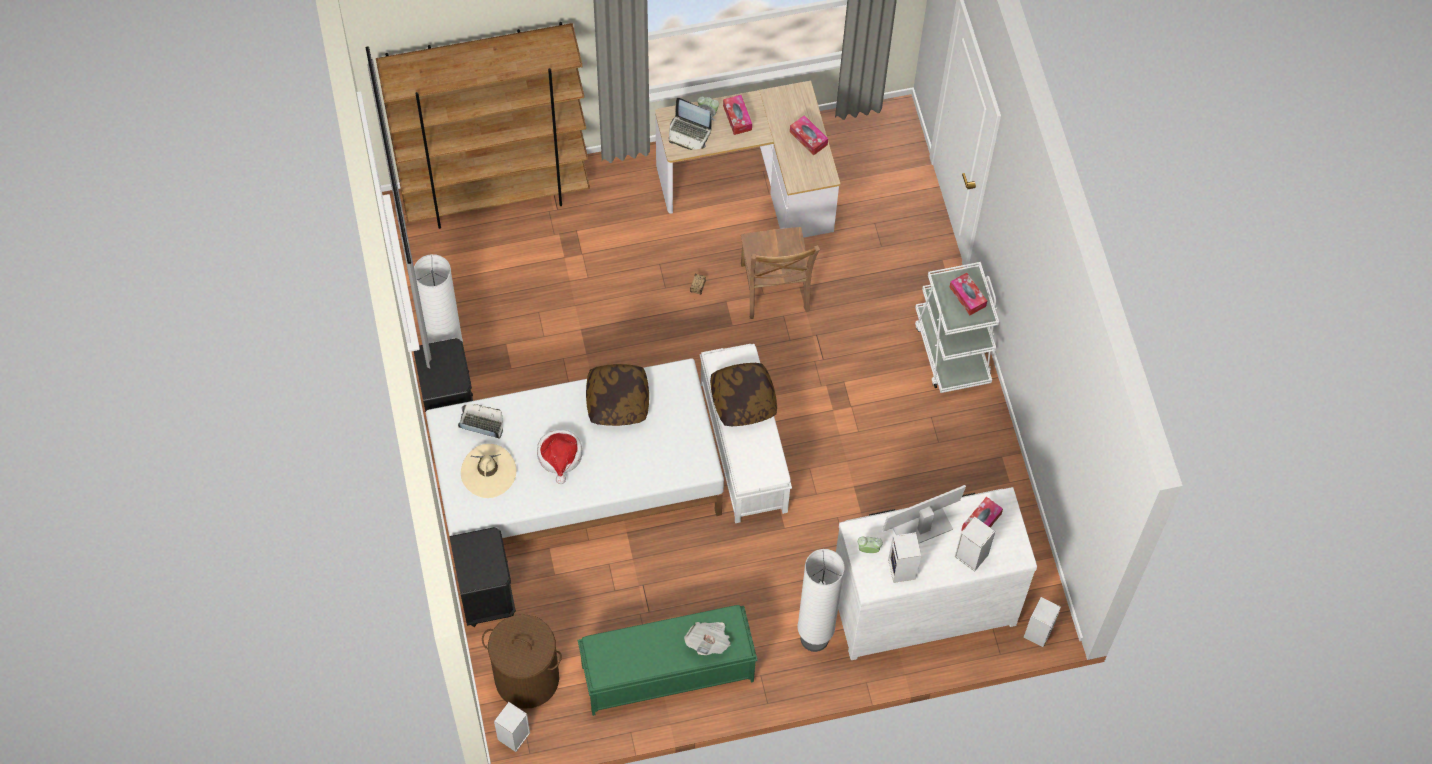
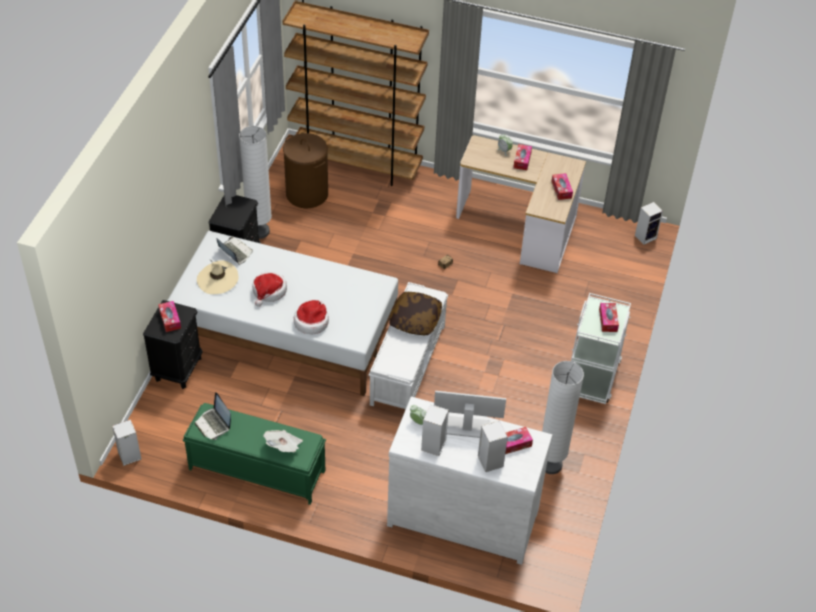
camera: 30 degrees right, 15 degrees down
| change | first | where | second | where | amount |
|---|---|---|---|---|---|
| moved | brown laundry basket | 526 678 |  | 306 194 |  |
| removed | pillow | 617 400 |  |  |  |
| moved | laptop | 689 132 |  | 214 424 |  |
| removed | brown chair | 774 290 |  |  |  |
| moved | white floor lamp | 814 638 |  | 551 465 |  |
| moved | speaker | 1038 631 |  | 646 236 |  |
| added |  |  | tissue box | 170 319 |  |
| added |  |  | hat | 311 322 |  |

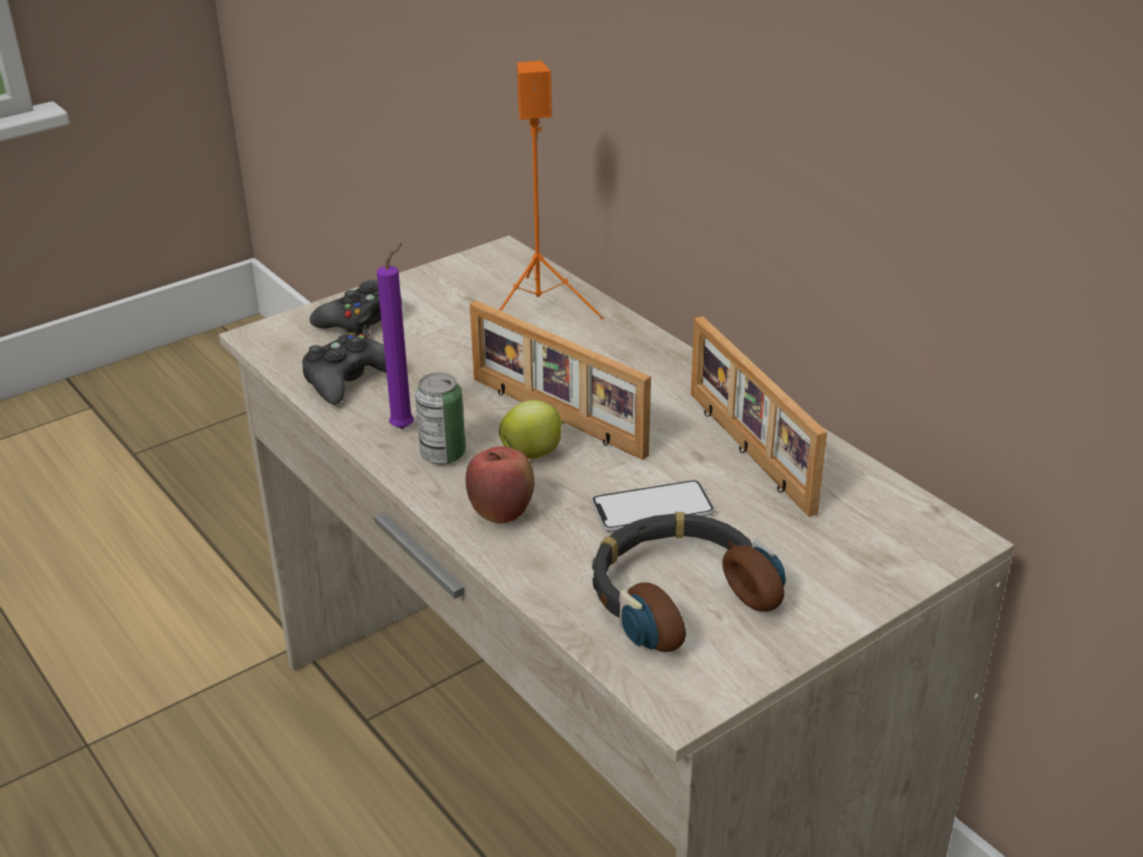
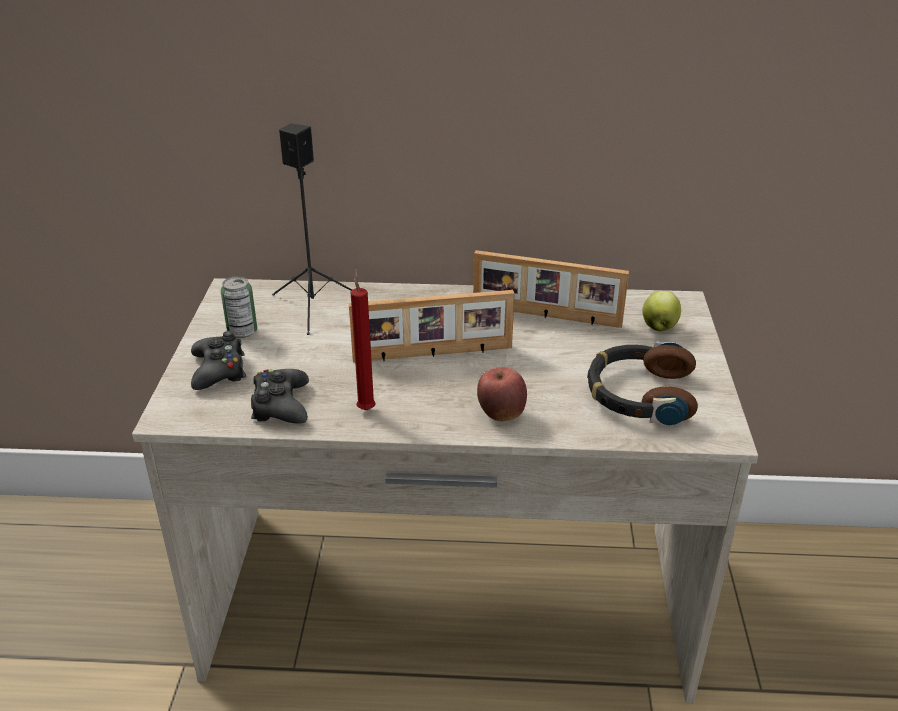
camera: 50 degrees left, 0 degrees up
| change | first | where | second | where | amount |
|---|---|---|---|---|---|
| recoloured | purple candle | 405 427 | red candle | 366 408 |  |
| moved | can | 443 454 |  | 242 332 |  |
| recoloured | orange speaker | 540 308 | black speaker | 314 306 |  |
| moved | apple | 533 453 |  | 659 327 |  |
| removed | phone | 652 508 |  |  |  |

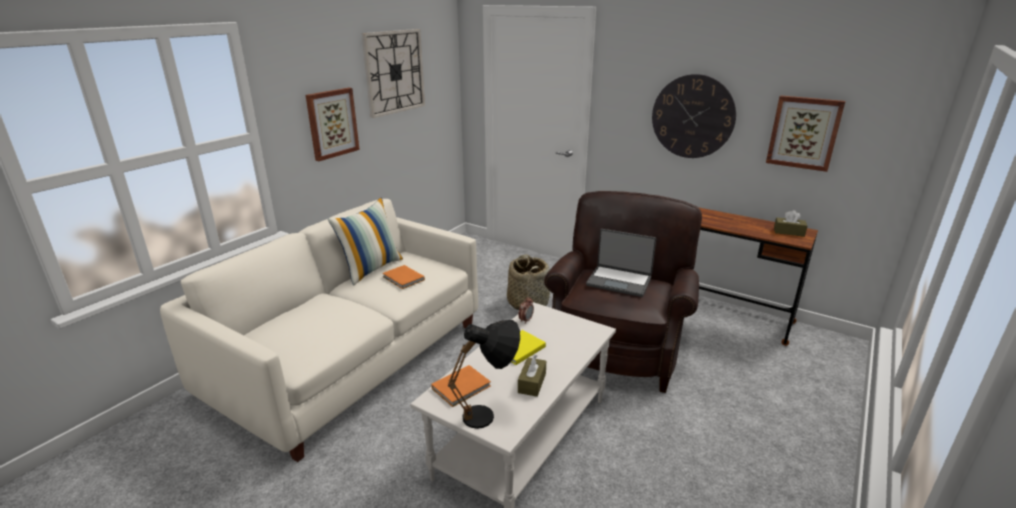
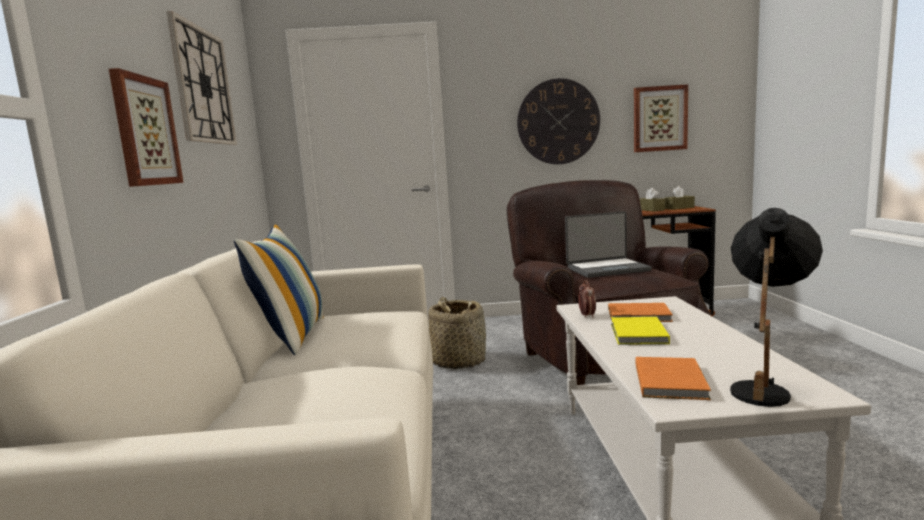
camera: 35 degrees left, 15 degrees down
| change | first | where | second | where | amount |
|---|---|---|---|---|---|
| moved | orange book | 403 279 |  | 640 316 |  |
| moved | brown tissue box | 532 383 |  | 650 210 |  |

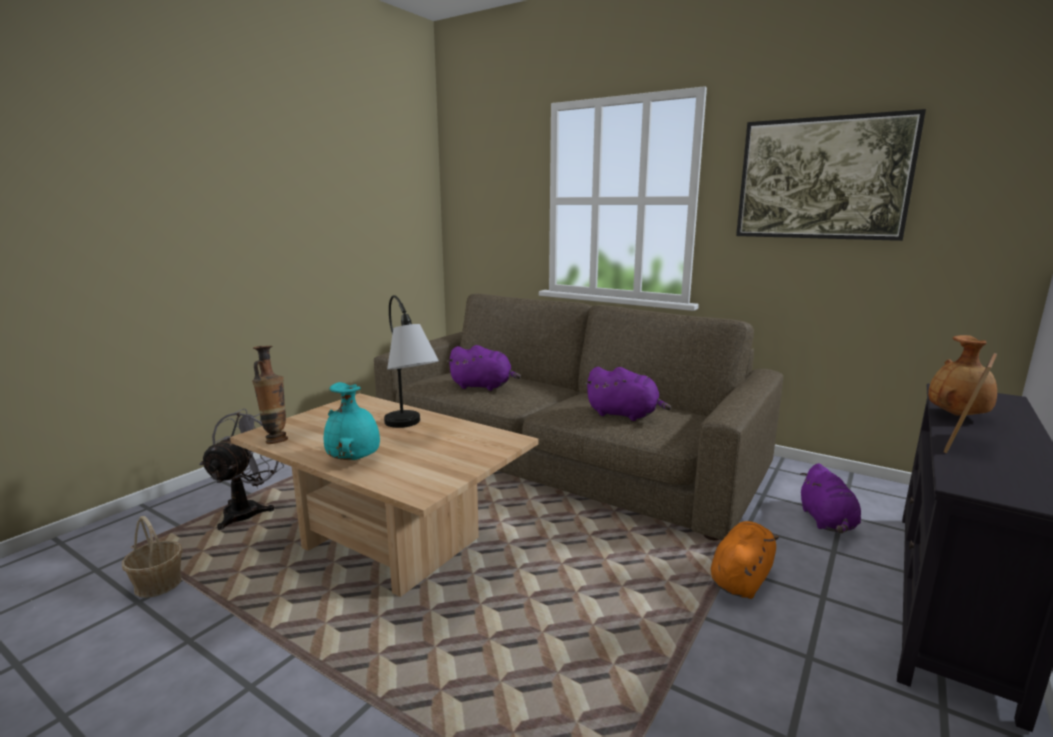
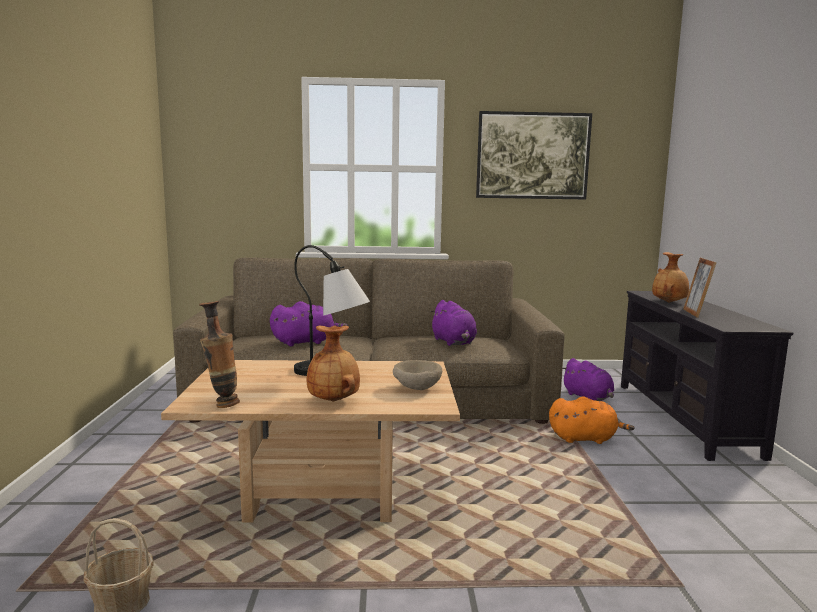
camera: 35 degrees left, 5 degrees down
| change | first | where | second | where | amount |
|---|---|---|---|---|---|
| removed | grey fan | 248 510 |  |  |  |
| recoloured | turquoise vase | 355 459 | brown vase | 334 400 |  |
| turned | purple plush toy | 625 415 |  | 454 342 | 75 degrees clockwise |
| turned | orange plush toy | 741 578 |  | 585 439 | 90 degrees clockwise |
| added |  |  | beige bowl | 416 388 |  |

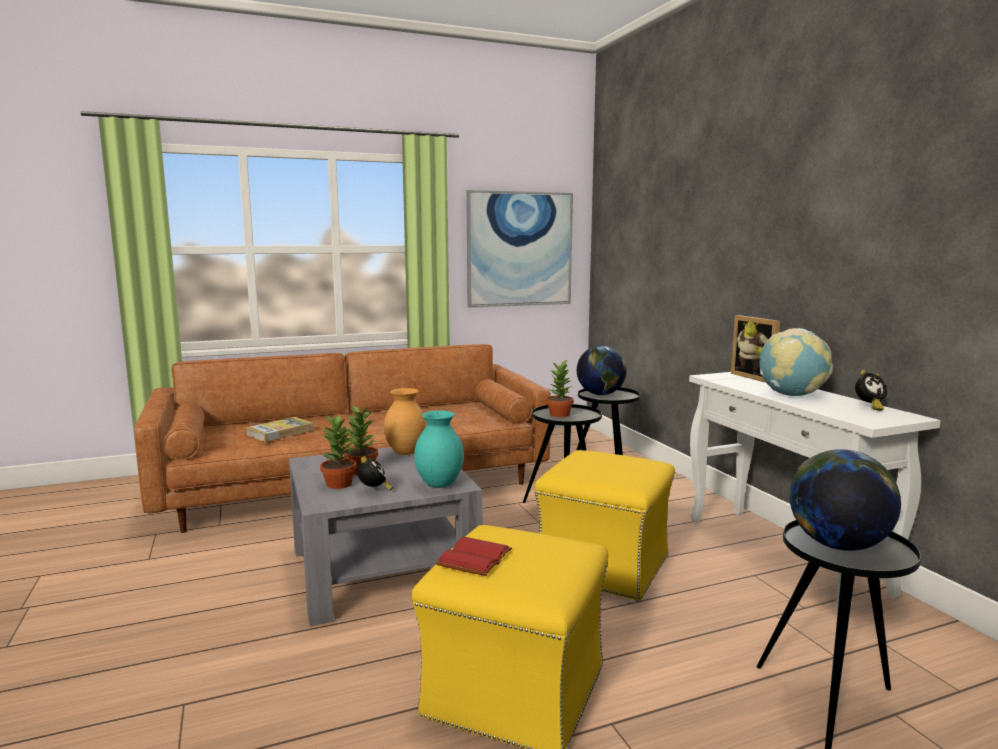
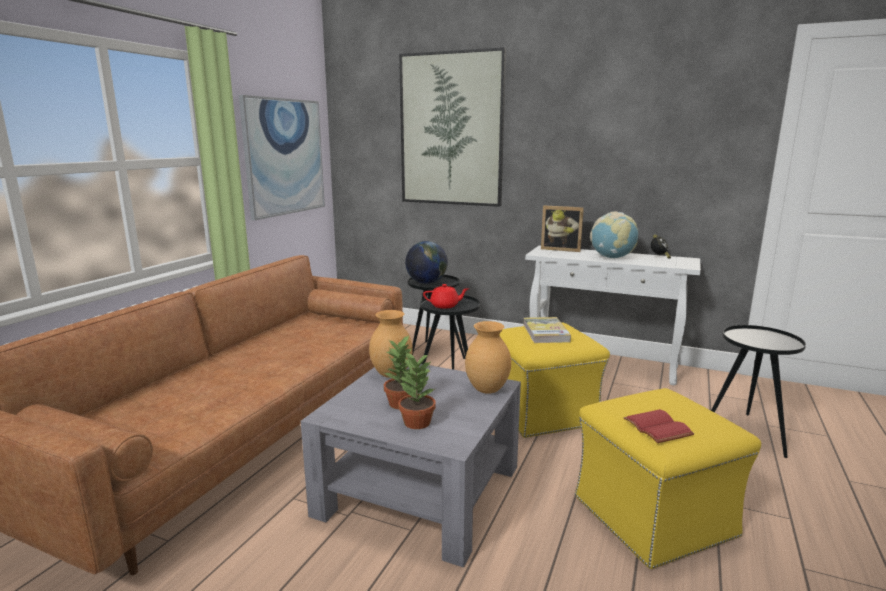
camera: 45 degrees left, 5 degrees up
| change | first | where | second | where | amount |
|---|---|---|---|---|---|
| moved | book | 280 432 |  | 545 333 |  |
| removed | alarm clock | 374 491 |  |  |  |
| recoloured | turquoise vase | 438 485 | brown vase | 487 390 |  |
| replaced | potted plant | 560 414 | red teapot | 445 305 |  |
| removed | globe | 838 545 |  |  |  |
| added |  |  | picture | 451 130 |  |

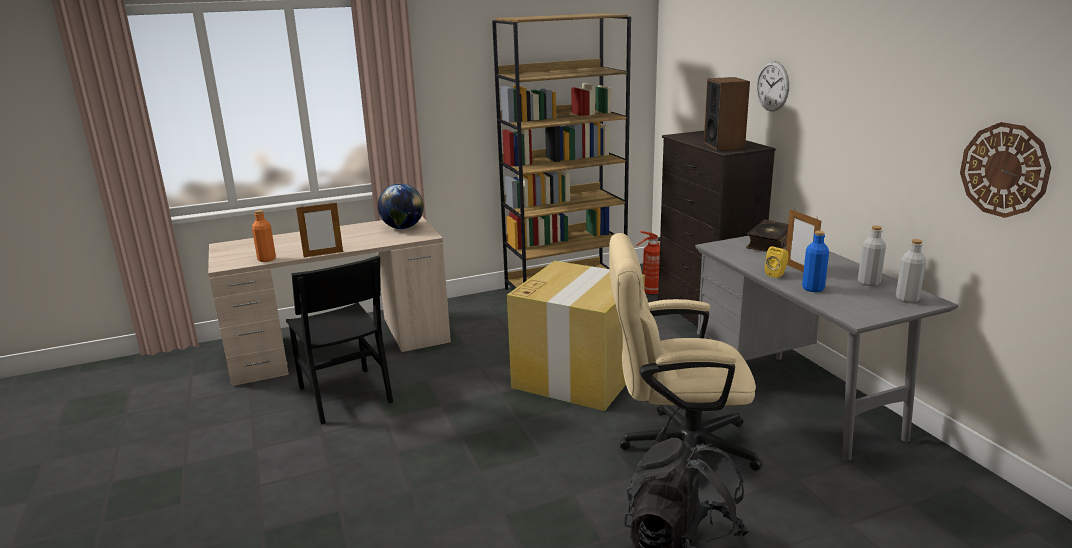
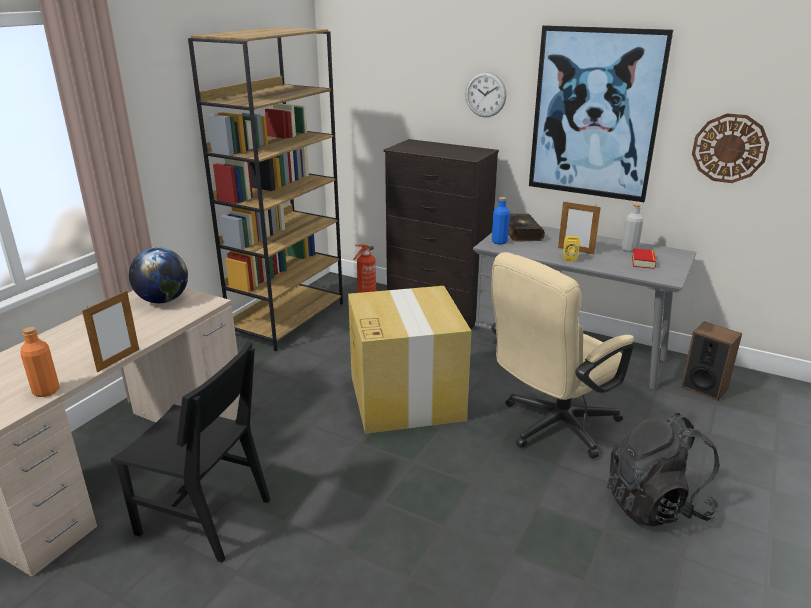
camera: 40 degrees left, 5 degrees up
| change | first | where | second | where | amount |
|---|---|---|---|---|---|
| moved | speaker | 724 146 |  | 704 387 |  |
| moved | blue bottle | 813 288 |  | 499 242 |  |
| removed | grey bottle | 907 299 |  |  |  |
| added |  |  | picture | 595 114 |  |
| added |  |  | book | 643 262 |  |

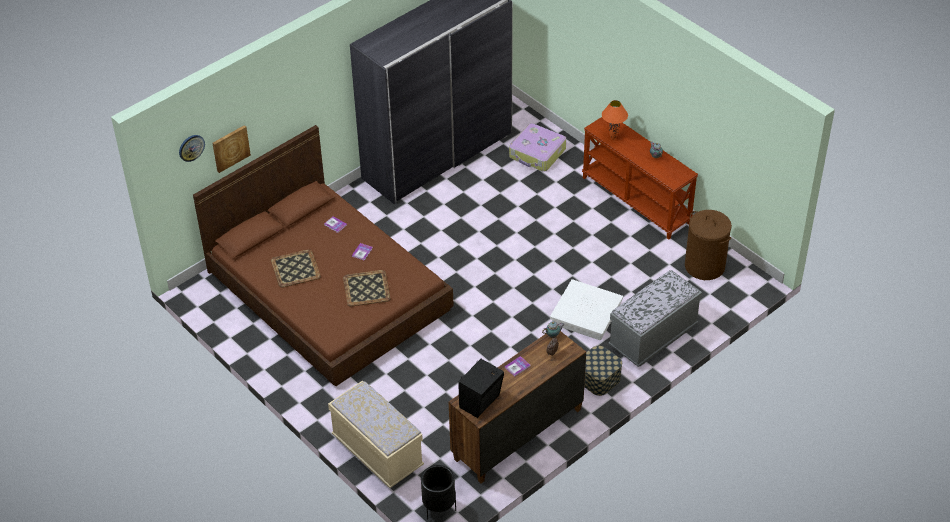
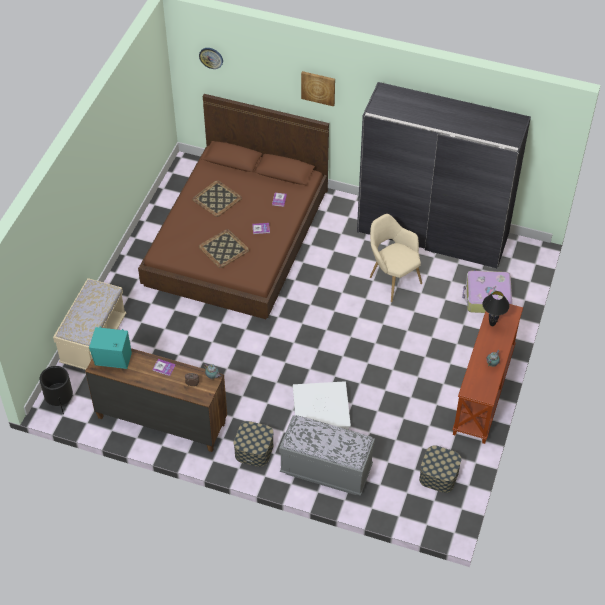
camera: 60 degrees right, 5 degrees up
| change | first | where | second | where | amount |
|---|---|---|---|---|---|
| moved | picture | 230 148 |  | 318 87 |  |
| recoloured | black speaker | 481 401 | turquoise speaker | 113 360 |  |
| recoloured | orange table lamp | 613 138 | black table lamp | 492 324 |  |
| replaced | brown laundry basket | 705 266 | storage box | 439 475 |  |
| added |  |  | beige armchair | 392 279 |  |

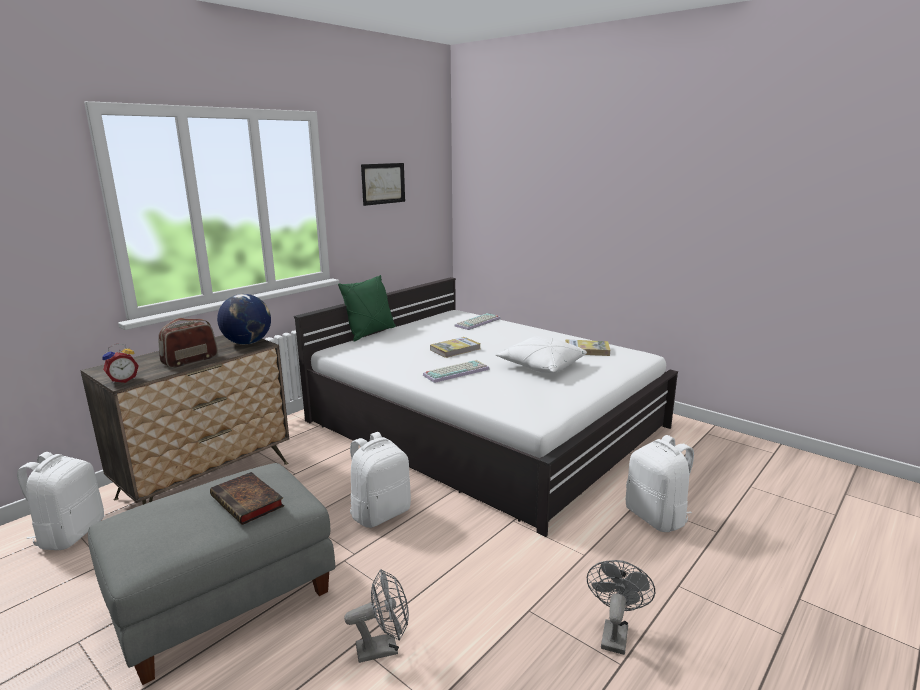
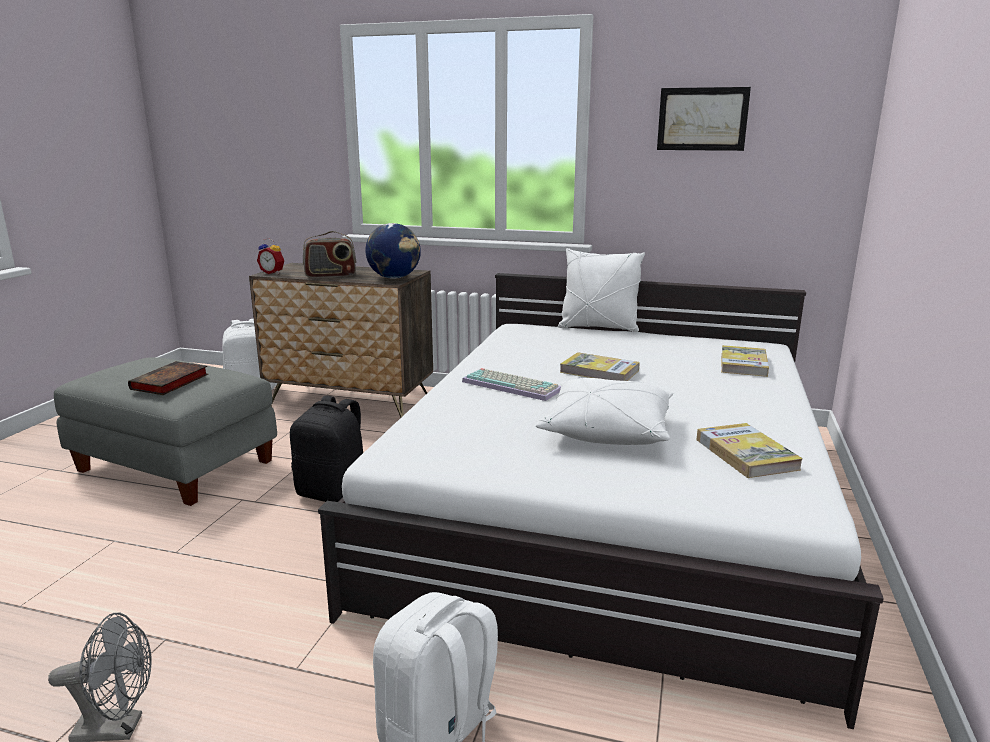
camera: 65 degrees right, 0 degrees up
| change | first | where | second | where | amount |
|---|---|---|---|---|---|
| turned | radio | 190 361 |  | 330 275 | 150 degrees clockwise |
| recoloured | green pillow | 370 333 | white pillow | 598 327 |  |
| removed | grey fan | 384 648 |  |  |  |
| recoloured | white backpack | 380 513 | black backpack | 334 494 |  |
| replaced | keyboard | 478 322 | book | 743 364 |  |

